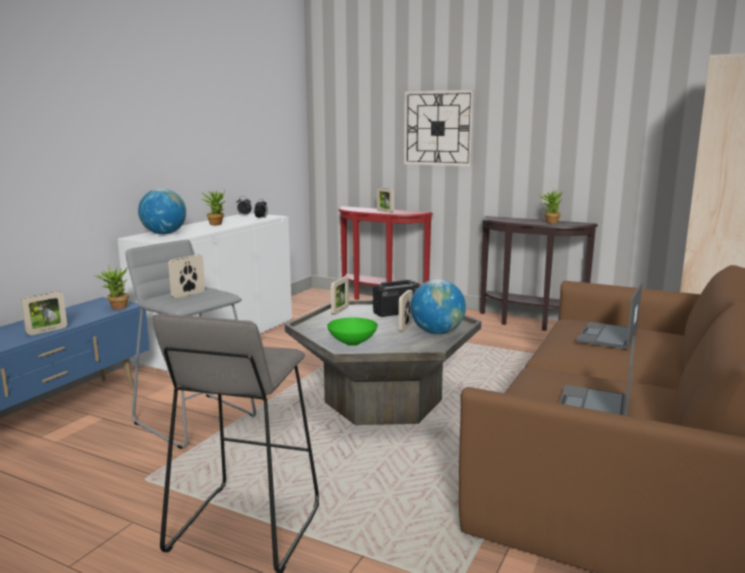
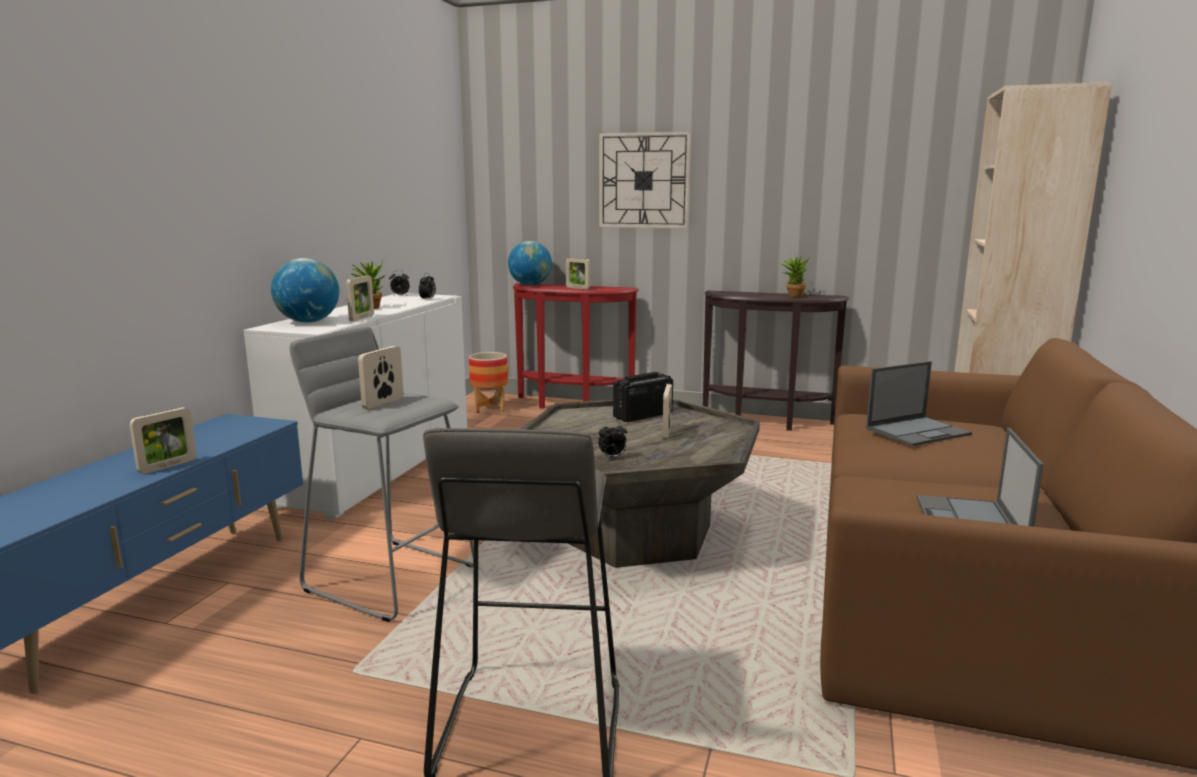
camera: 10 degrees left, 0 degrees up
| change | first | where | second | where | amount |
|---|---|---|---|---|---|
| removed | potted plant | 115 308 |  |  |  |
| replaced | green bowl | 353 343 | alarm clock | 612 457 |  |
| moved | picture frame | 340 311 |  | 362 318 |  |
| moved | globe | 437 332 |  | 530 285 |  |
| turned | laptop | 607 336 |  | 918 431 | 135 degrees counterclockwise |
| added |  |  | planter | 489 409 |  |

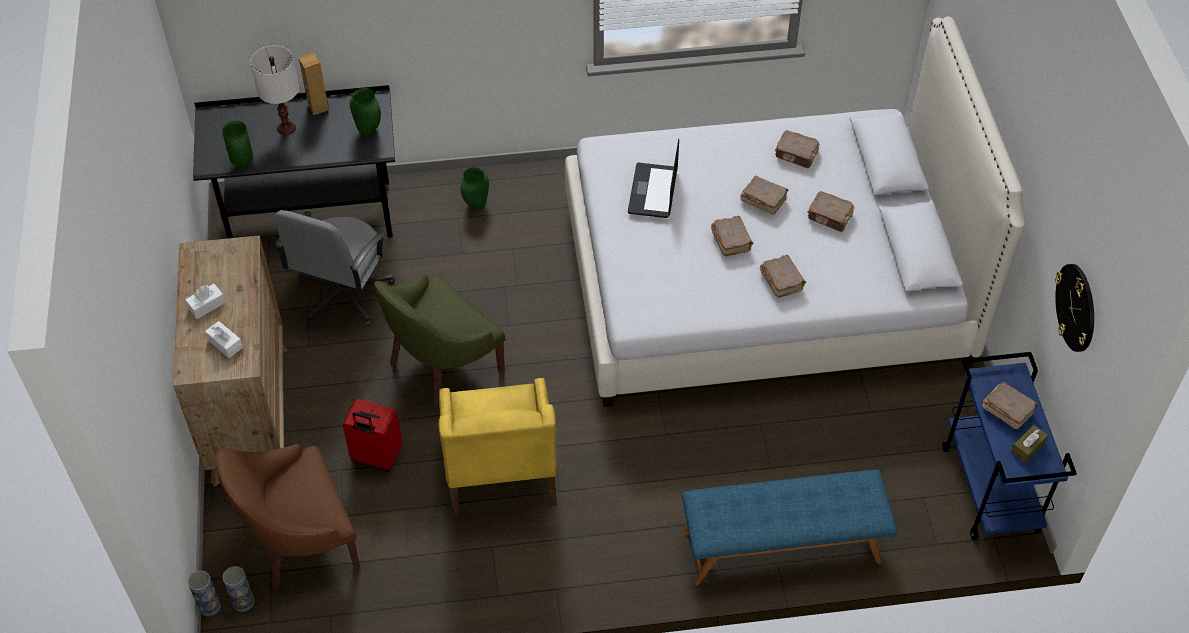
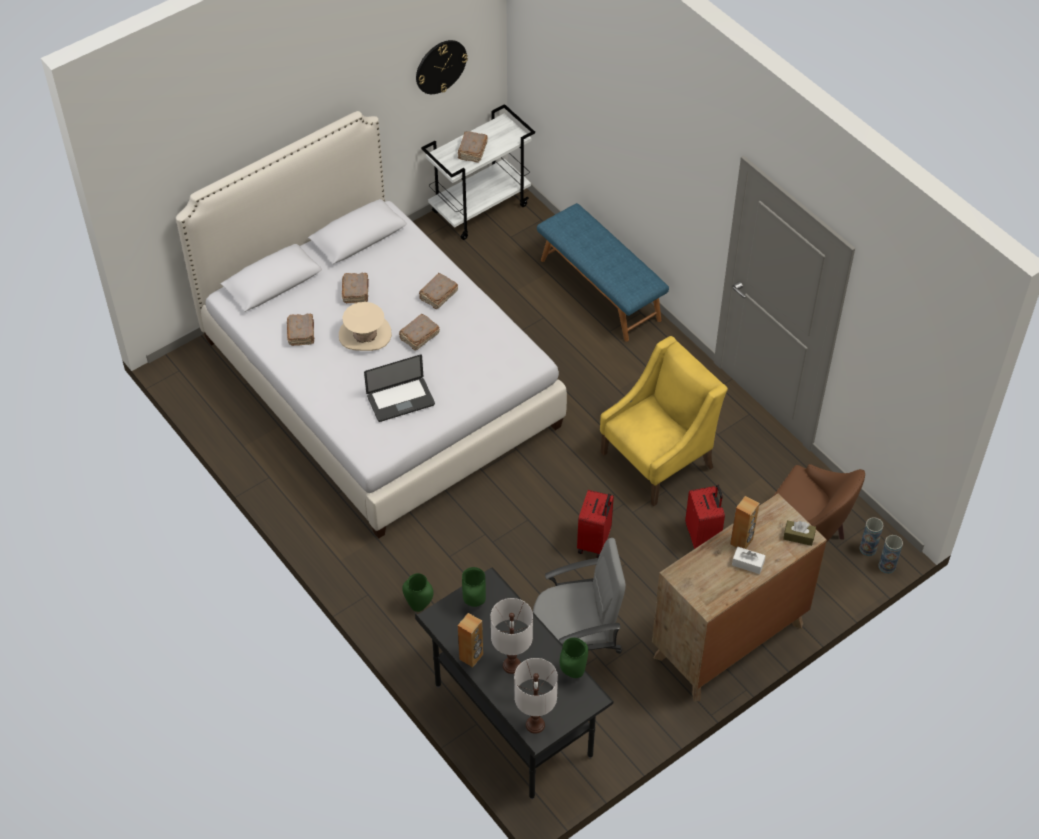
camera: 120 degrees left, 0 degrees up
| change | first | where | second | where | amount |
|---|---|---|---|---|---|
| removed | white tissue box | 225 344 |  |  |  |
| replaced | green armchair | 441 365 | red suitcase | 595 542 |  |
| replaced | brown book | 762 200 | beige hat | 365 334 |  |
| recoloured | blue cart | 991 490 | white cart | 480 208 |  |
| moved | brown tissue box | 1027 447 |  | 798 536 |  |
| added |  |  | white table lamp | 535 724 |  |
| added |  |  | brown speaker | 741 542 |  |

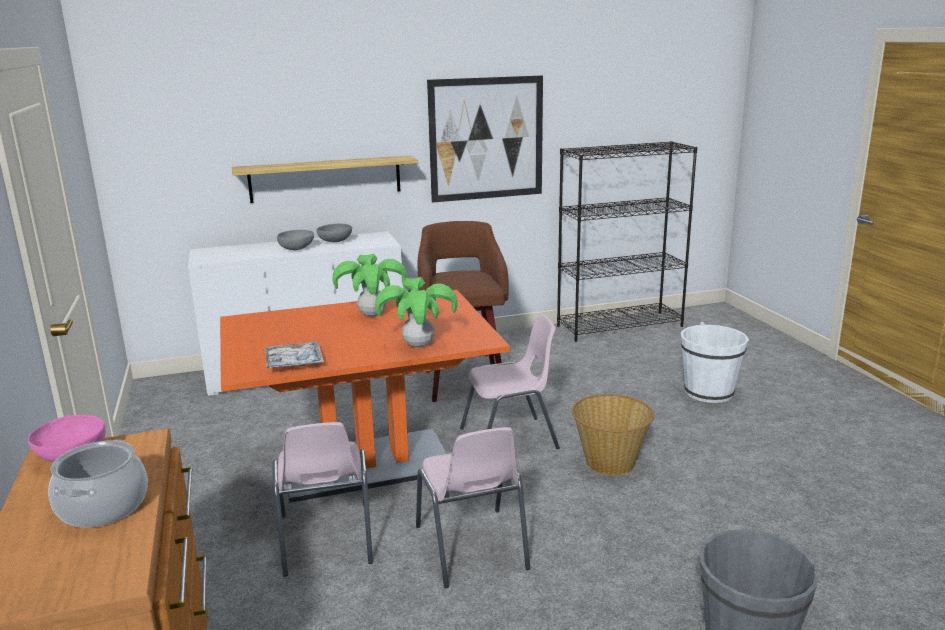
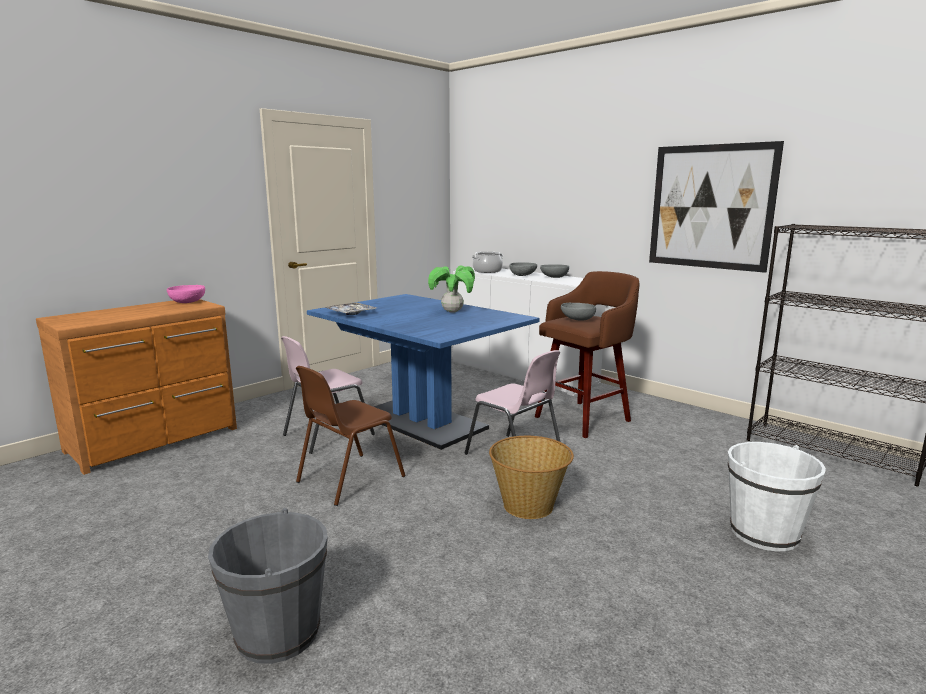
camera: 60 degrees right, 5 degrees down
| change | first | where | second | where | amount |
|---|---|---|---|---|---|
| moved | cooking pot | 104 507 |  | 487 271 |  |
| recoloured | orange dining table | 366 465 | blue dining table | 421 422 |  |
| removed | shelf | 325 179 |  |  |  |
| removed | potted plant | 419 345 |  |  |  |
| recoloured | pink chair | 472 548 | brown chair | 348 479 |  |
| added |  |  | grey bowl | 577 319 |  |

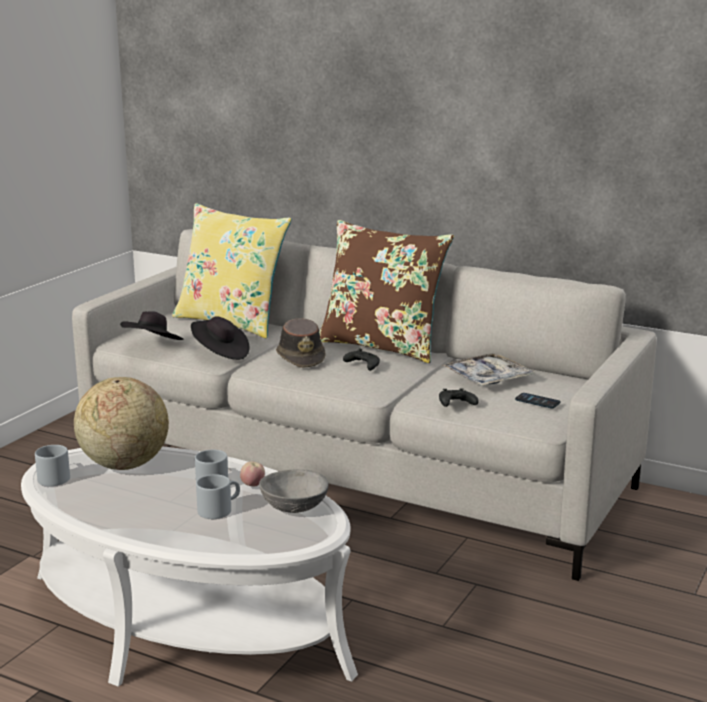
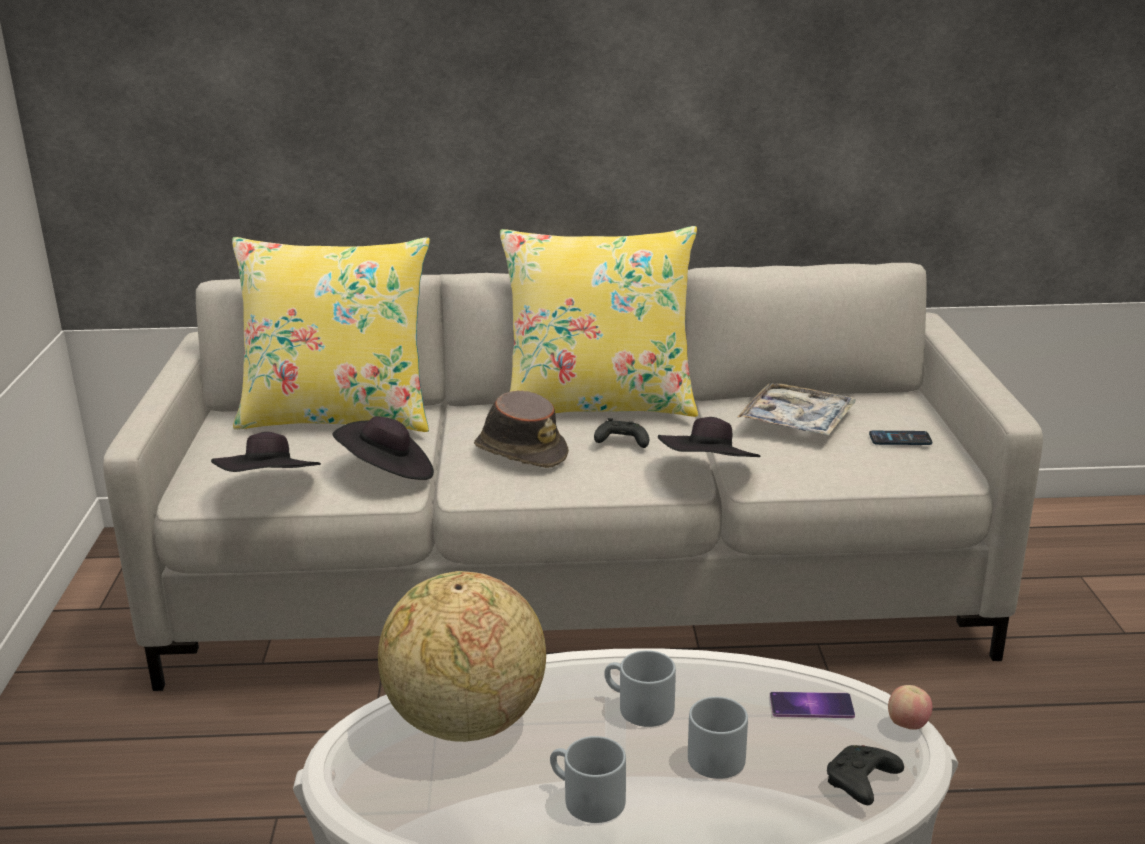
camera: 30 degrees left, 5 degrees up
| change | first | where | second | where | amount |
|---|---|---|---|---|---|
| moved | grey mug | 52 477 |  | 585 798 |  |
| moved | apple | 252 486 |  | 907 725 |  |
| replaced | grey bowl | 294 506 | phone | 811 705 |  |
| recoloured | brown pillow | 382 346 | yellow pillow | 599 405 |  |
| moved | black game controller | 455 405 |  | 861 784 |  |
| added |  |  | black hat | 708 473 |  |

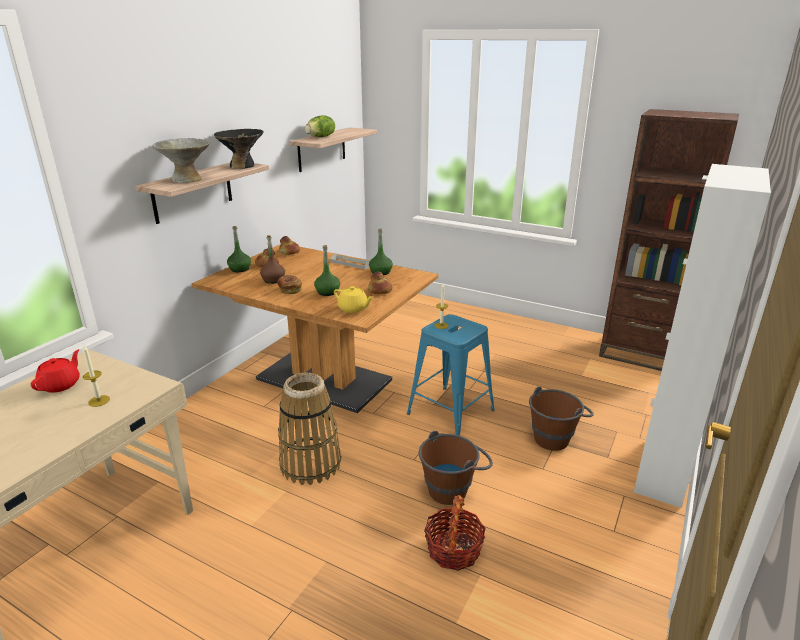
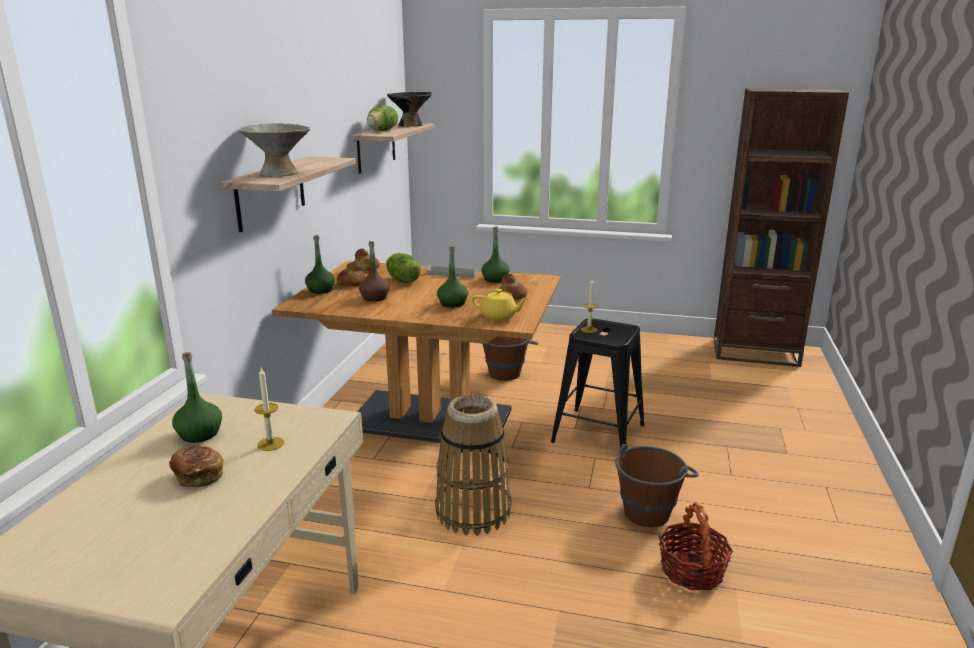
camera: 15 degrees left, 5 degrees down
| change | first | where | second | where | amount |
|---|---|---|---|---|---|
| replaced | red teapot | 61 385 | green bottle | 199 434 |  |
| moved | black bowl | 242 166 |  | 410 125 |  |
| moved | bread | 290 290 |  | 198 476 |  |
| recoloured | blue stool | 450 412 | black stool | 598 433 |  |
| moved | brown bucket | 555 436 |  | 508 371 |  |
| removed | white cabinet | 663 470 |  |  |  |
| added |  |  | lettuce | 402 280 |  |

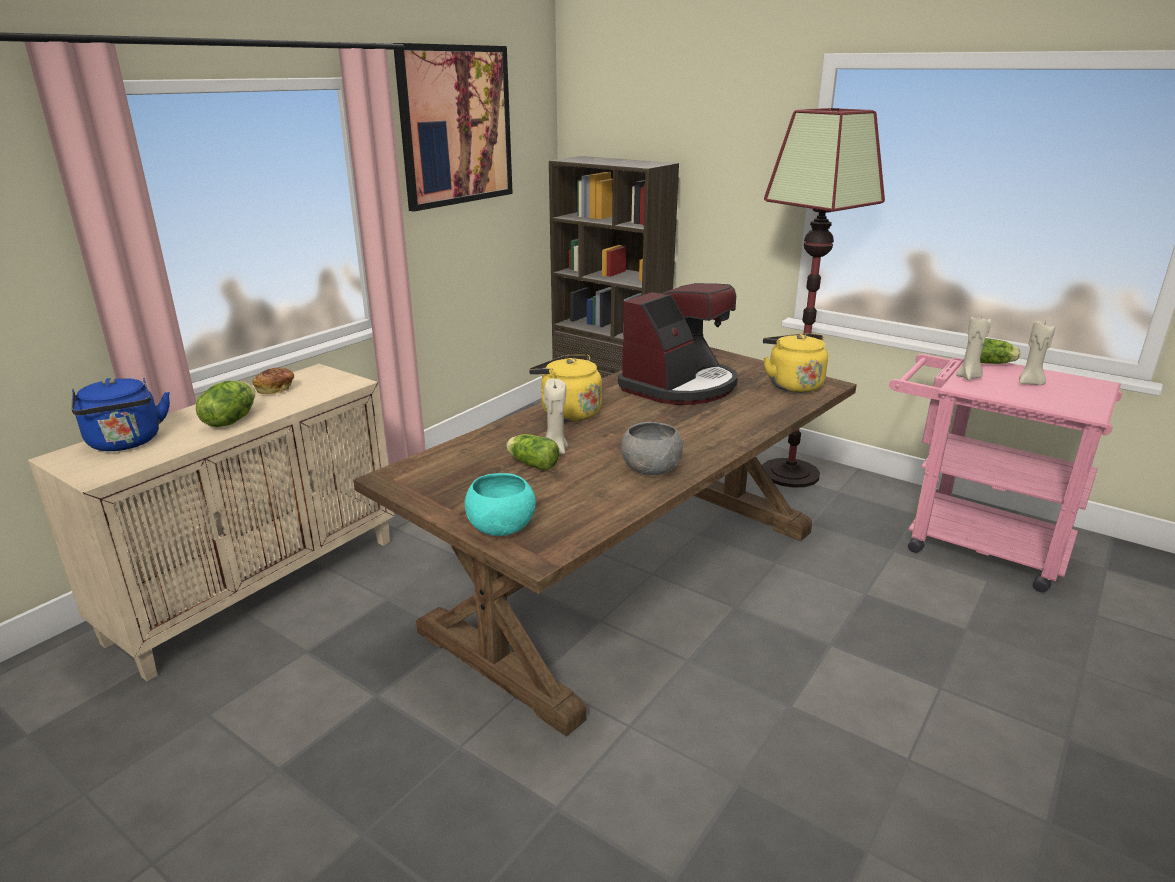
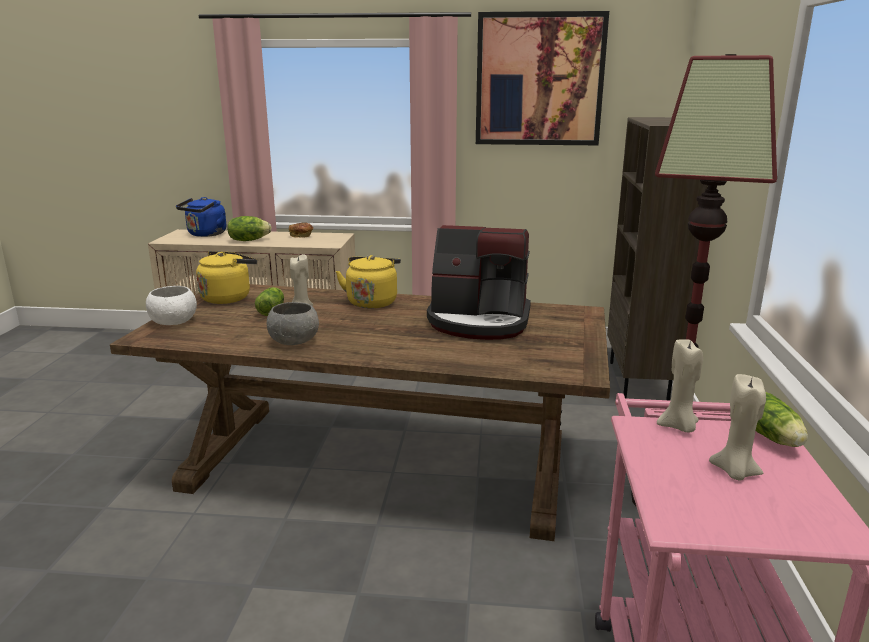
camera: 60 degrees right, 5 degrees down
| change | first | where | second | where | amount |
|---|---|---|---|---|---|
| recoloured | turquoise bowl | 501 527 | white bowl | 173 322 |  |
| moved | yellow kettle | 792 384 |  | 228 297 |  |

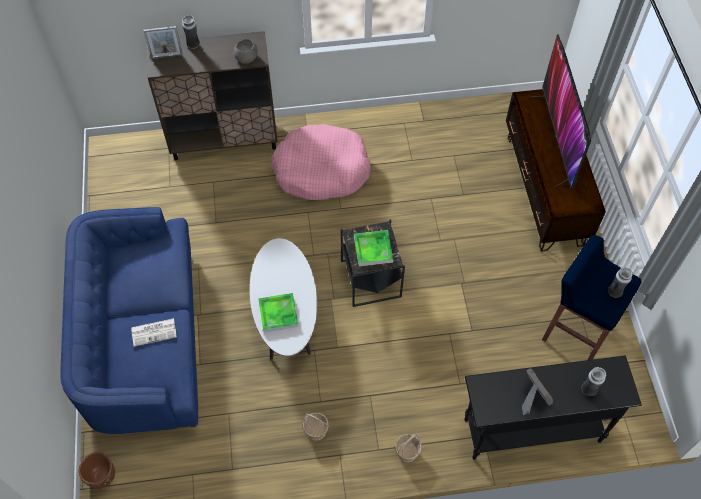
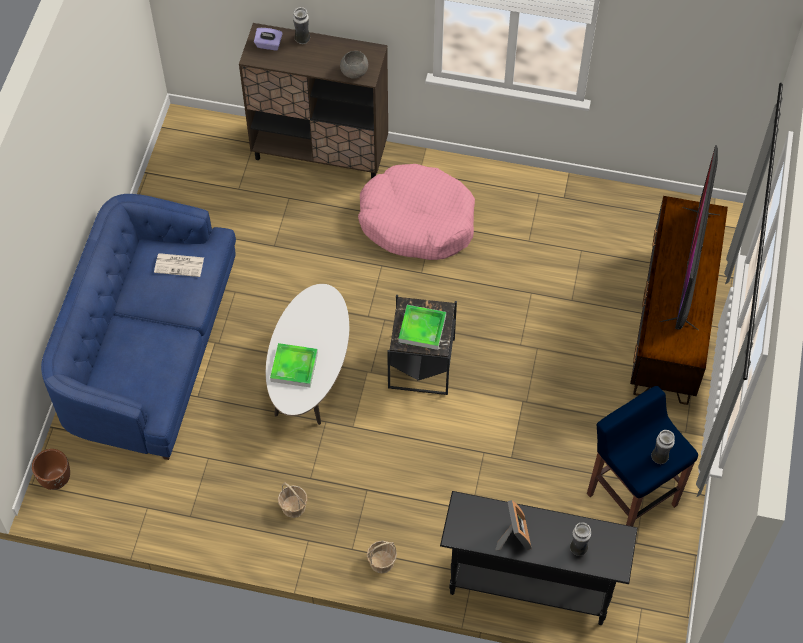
camera: 20 degrees right, 0 degrees up
| change | first | where | second | where | amount |
|---|---|---|---|---|---|
| moved | newspaper | 154 332 |  | 180 265 |  |
| replaced | picture frame | 167 56 | purple tissue box | 268 45 |  |

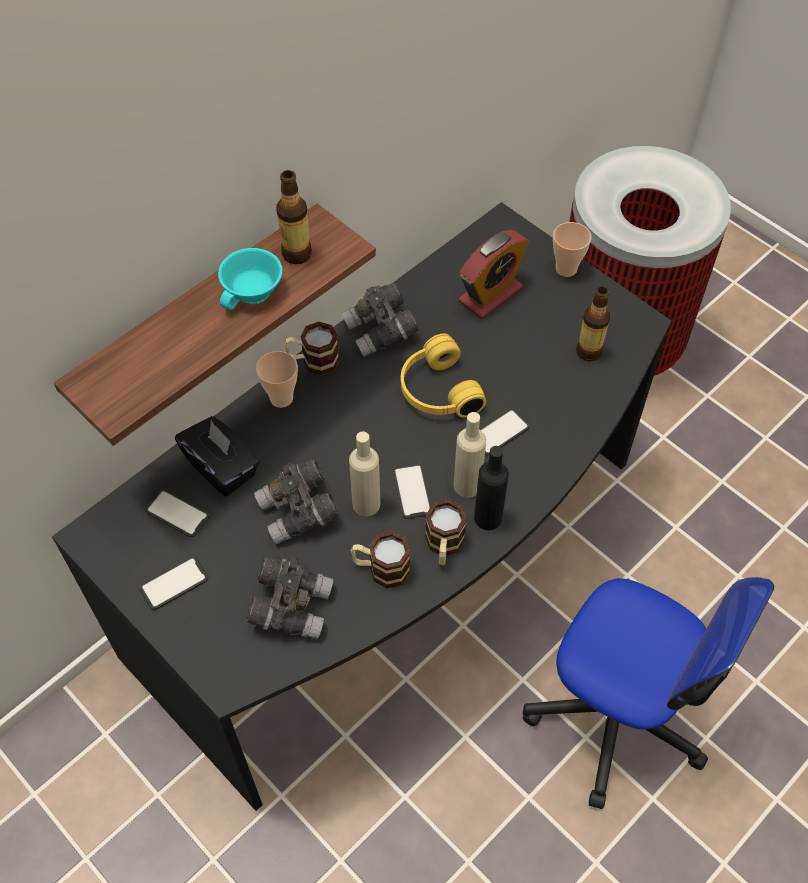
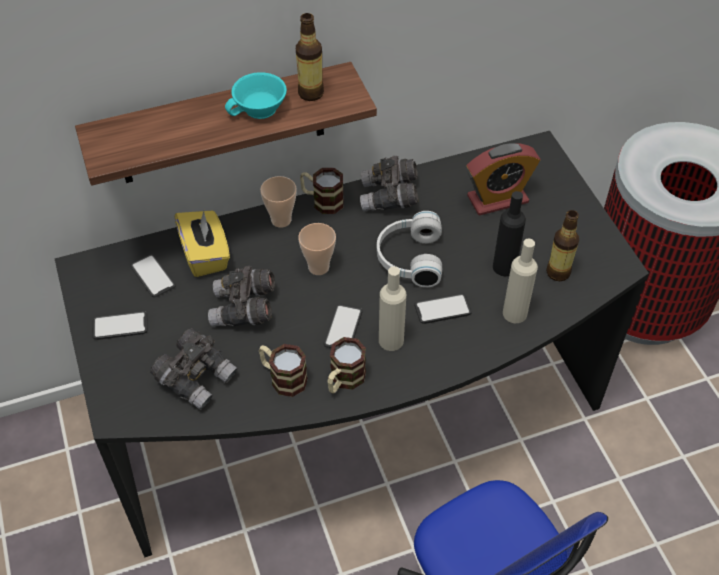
camera: 25 degrees right, 5 degrees down
| change | first | where | second | where | amount |
|---|---|---|---|---|---|
| recoloured | black tissue box | 222 468 | yellow tissue box | 205 255 |  |
| moved | beige bottle | 366 504 |  | 514 313 |  |
| recoloured | yellow headphones | 436 391 | white headphones | 408 258 |  |
| moved | black bottle | 488 517 |  | 504 267 |  |
| moved | cup | 566 269 |  | 318 267 |  |

